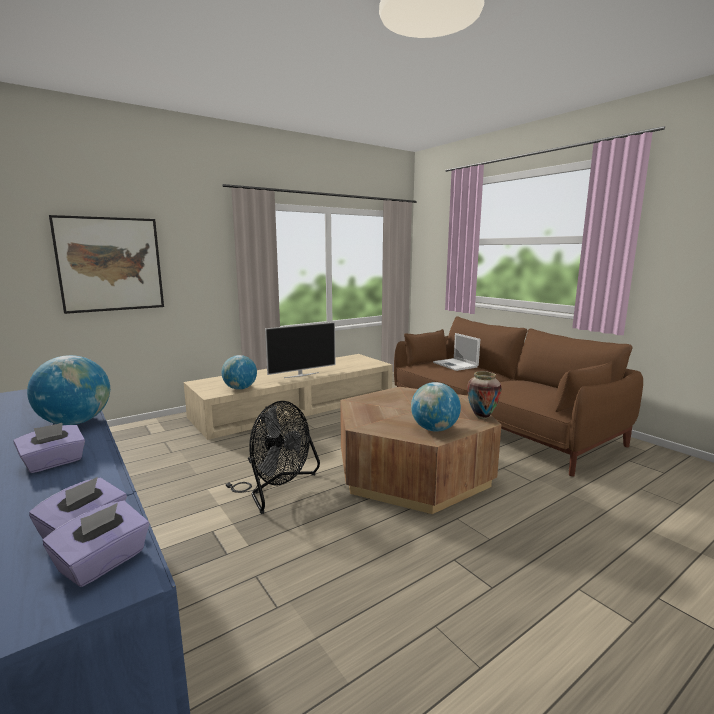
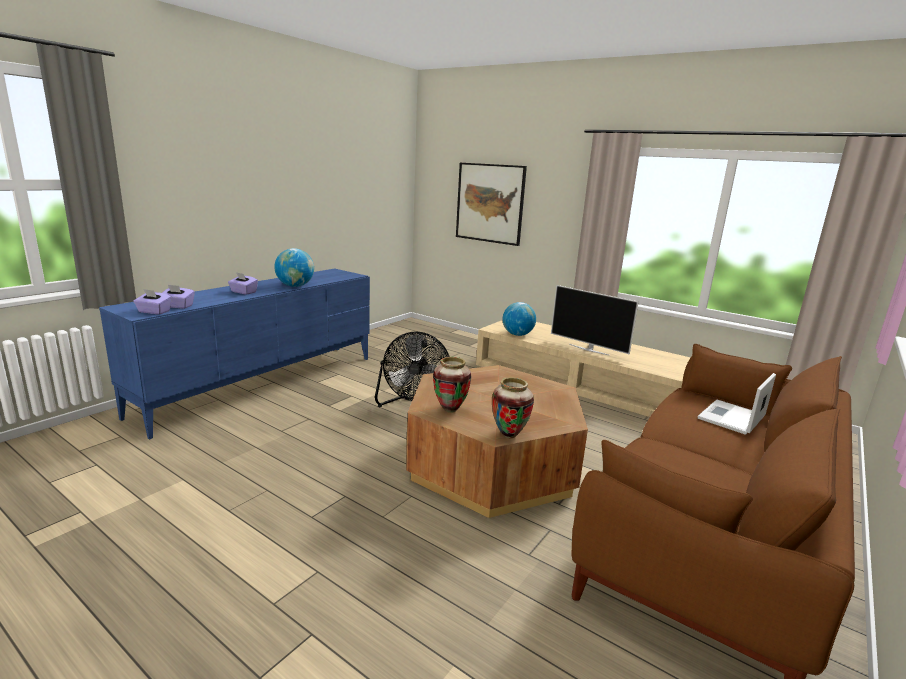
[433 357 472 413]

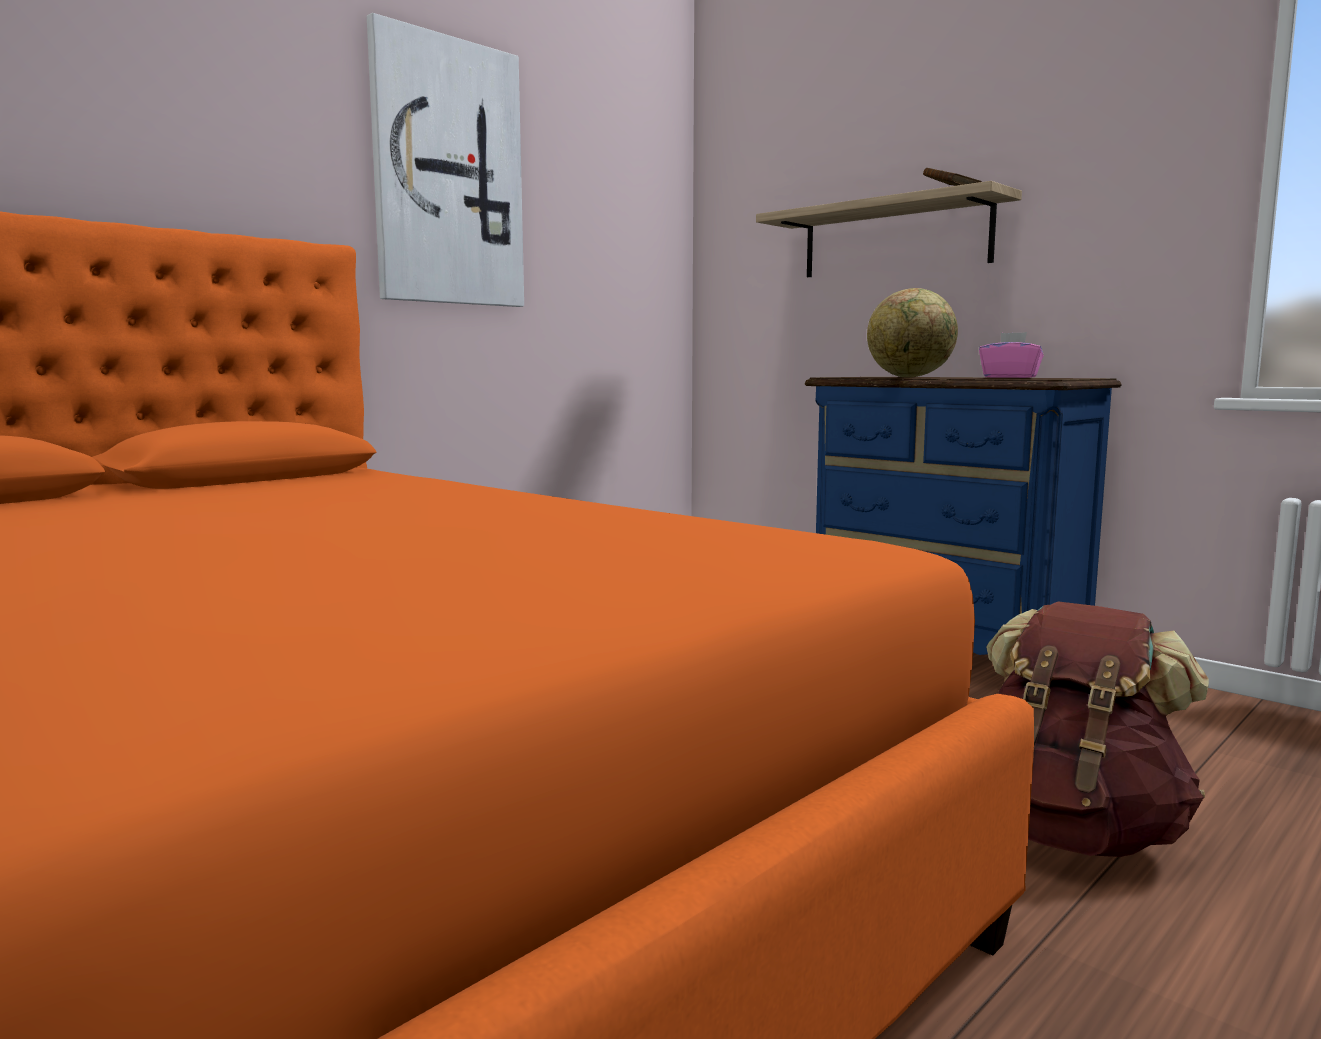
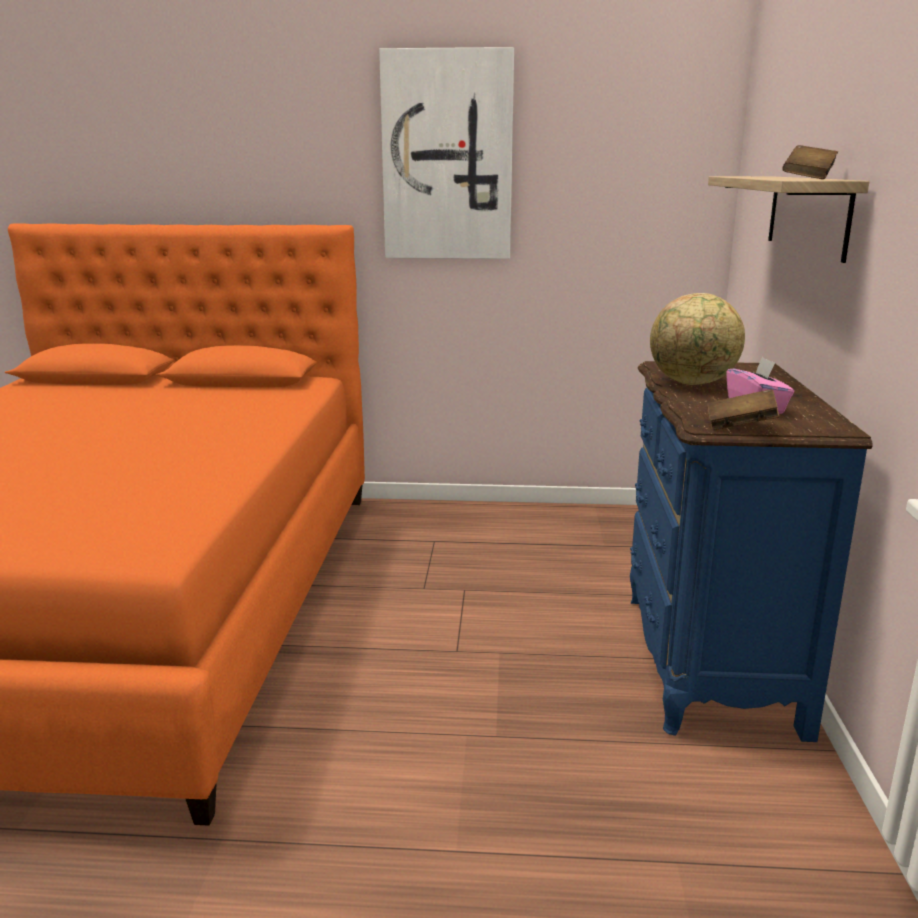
[986 601 1209 857] (first image)
[708 389 779 430]

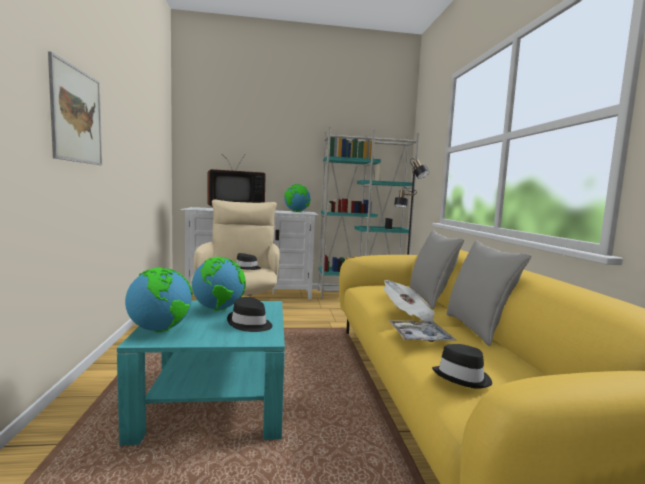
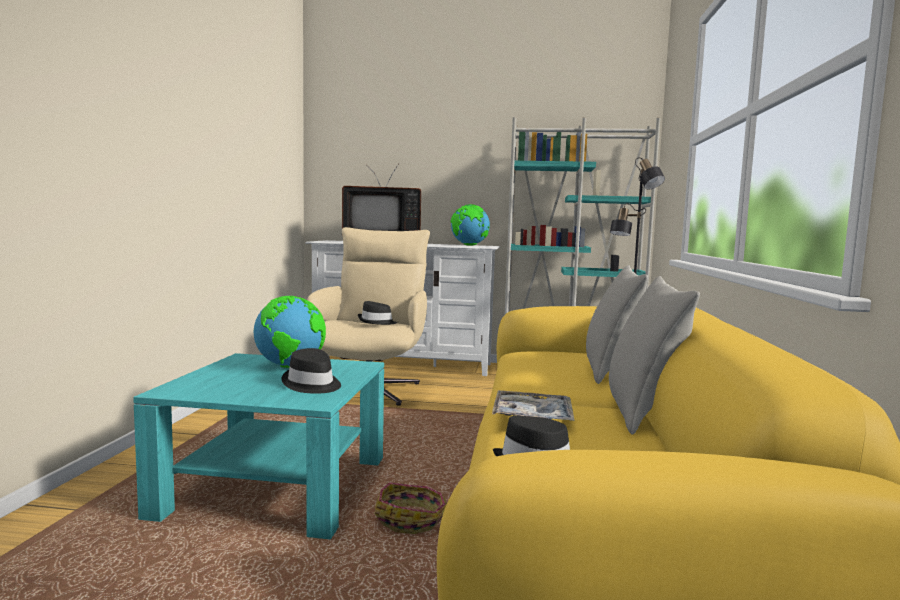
[48 51 102 165] (first image)
[125 267 193 332] (first image)
[384 280 435 322] (first image)
[375 482 447 534]

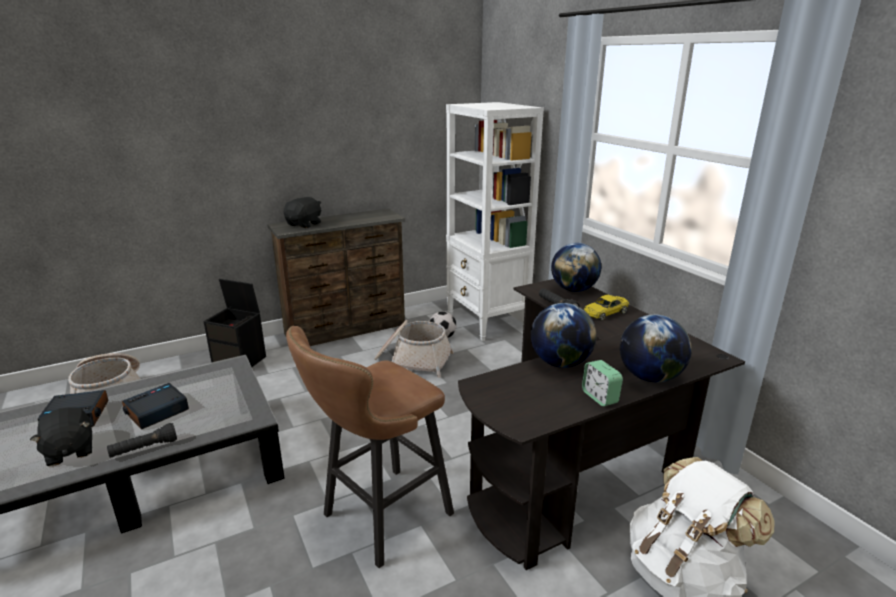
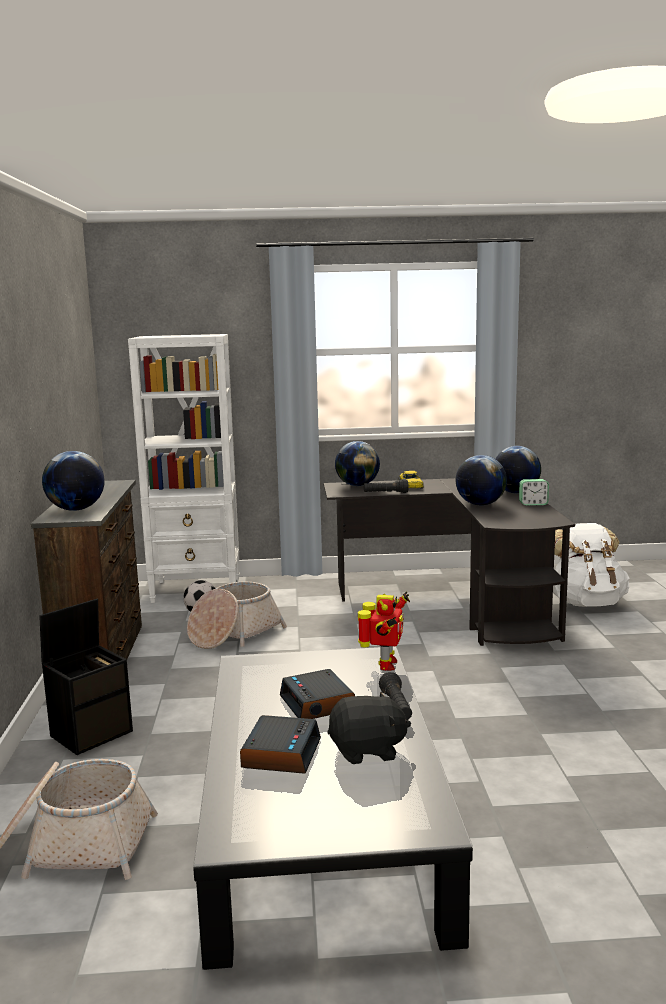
[286 326 454 568] (first image)
[358 591 410 671]
[42 451 105 511]

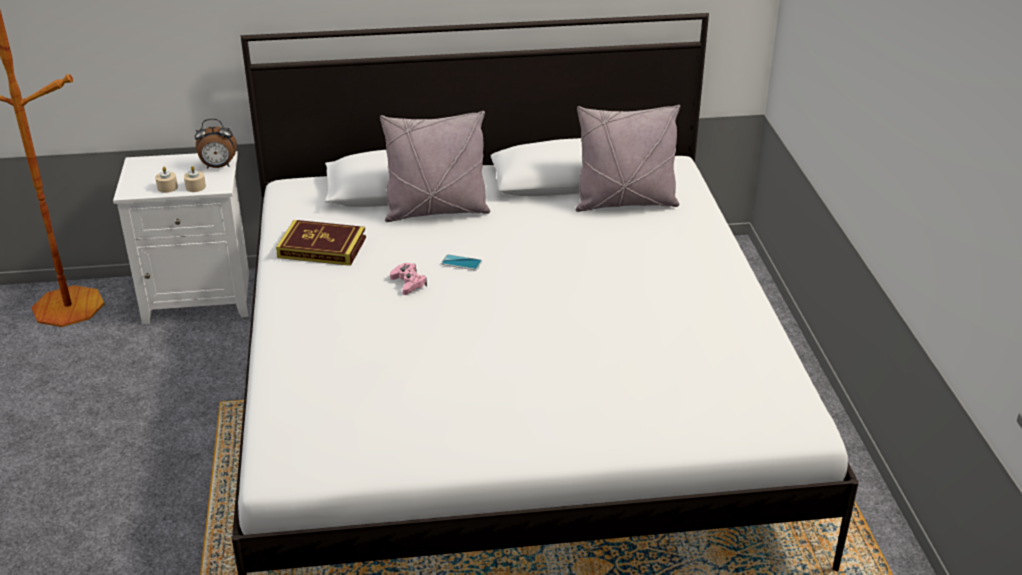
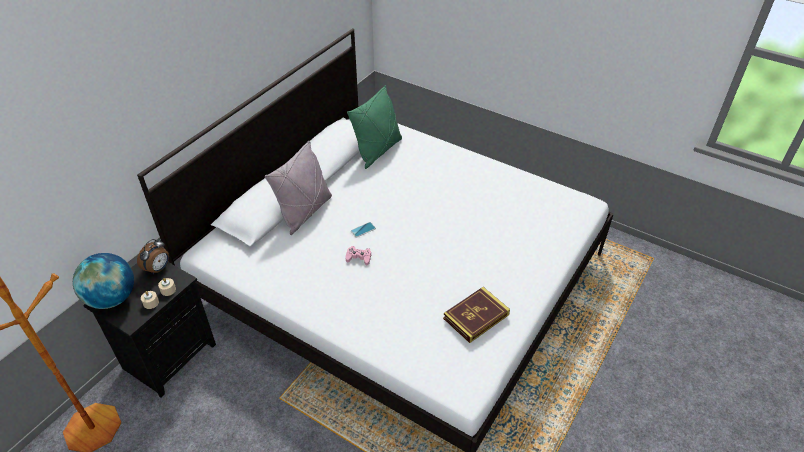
[73 253 134 309]
[443 287 510 343]
[83 262 216 398]
[347 85 402 169]

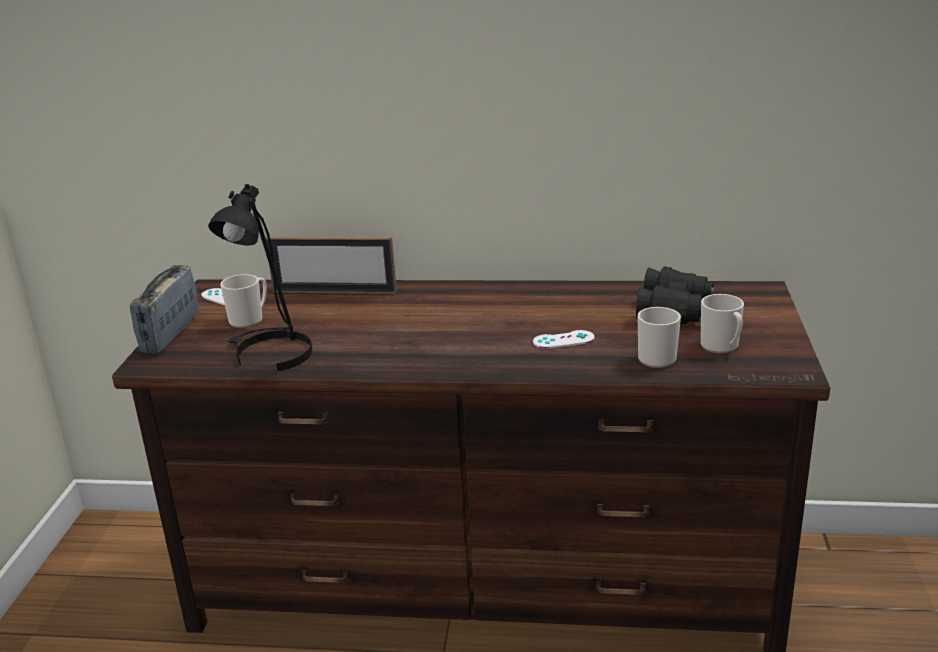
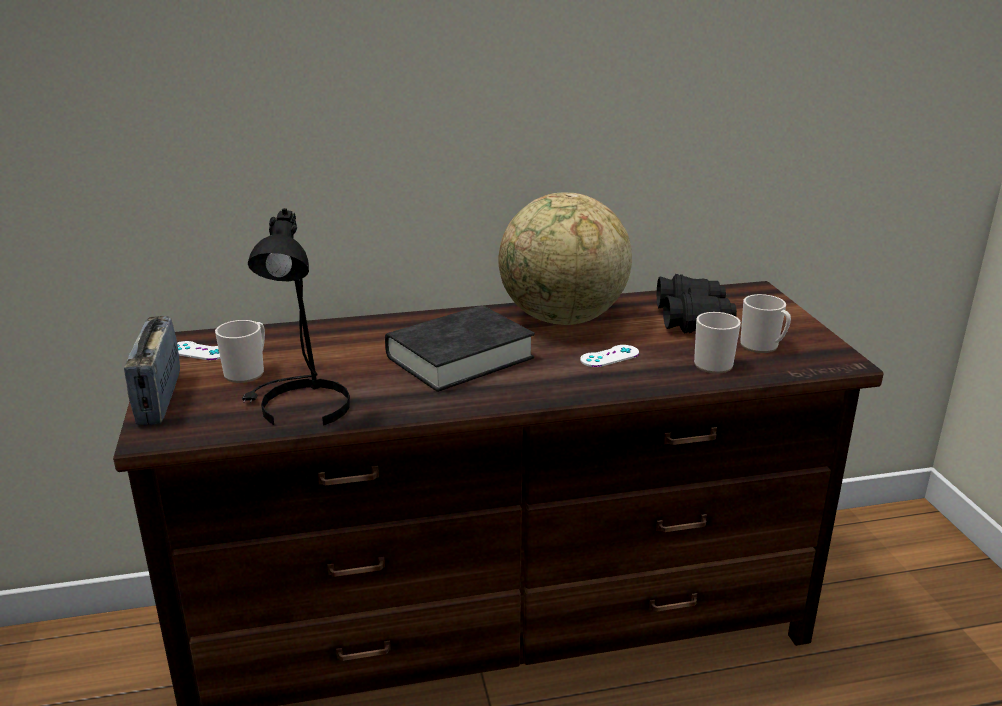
[266 236 397 294] (first image)
[385 305 535 392]
[498 193 632 325]

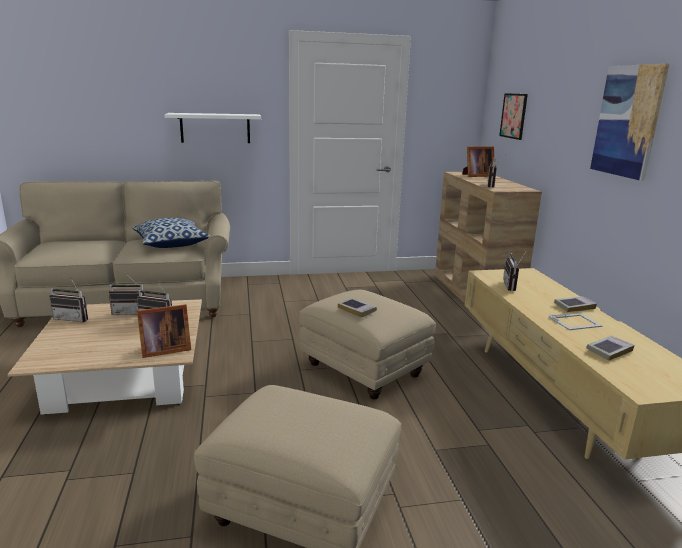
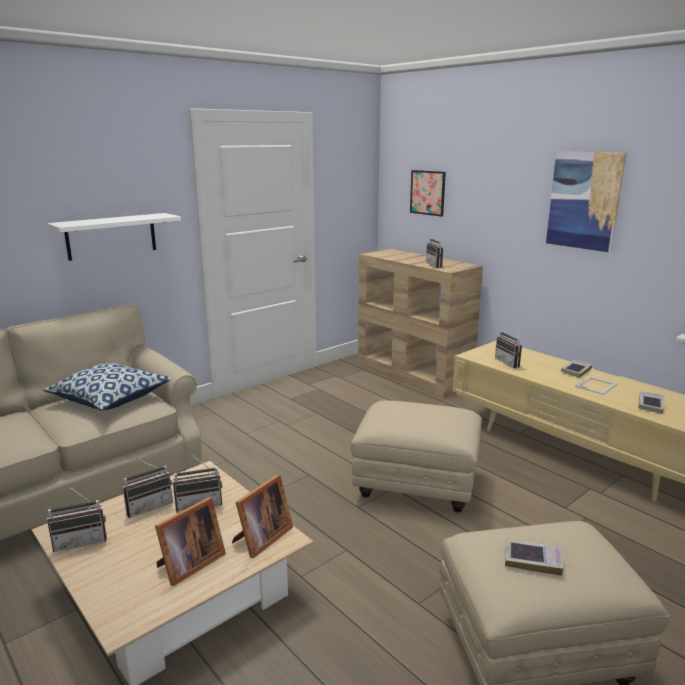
[505 538 563 576]
[155 497 226 586]

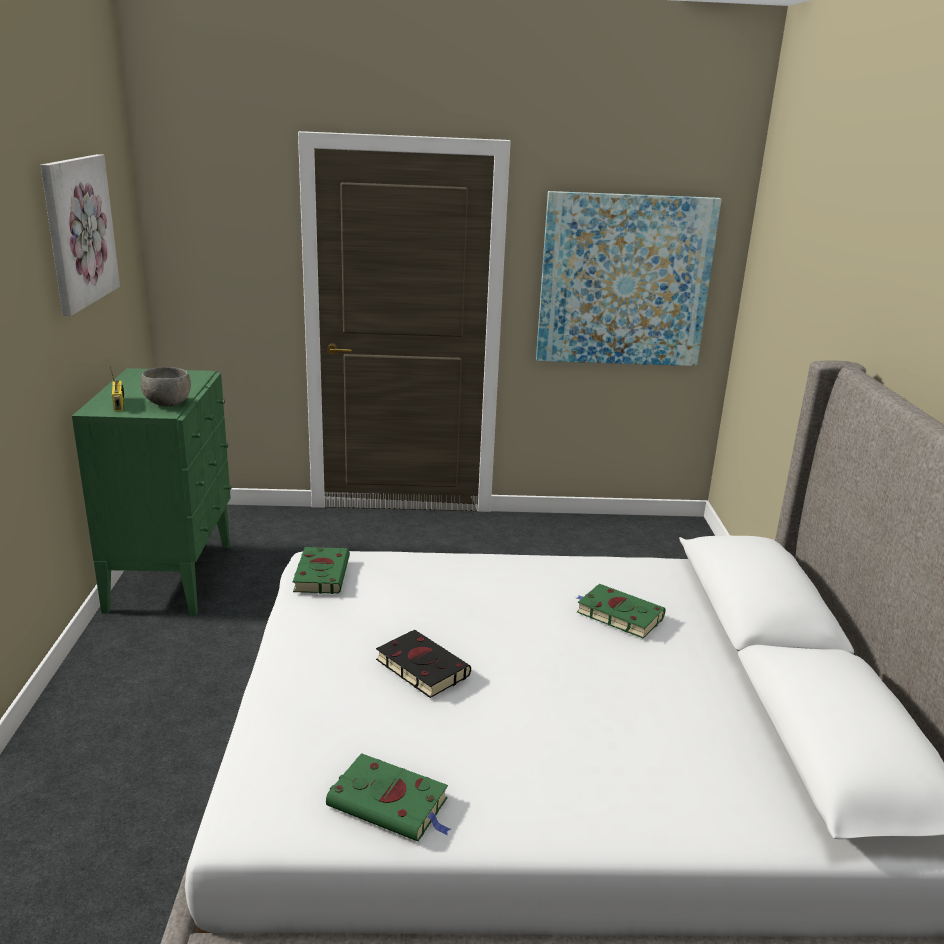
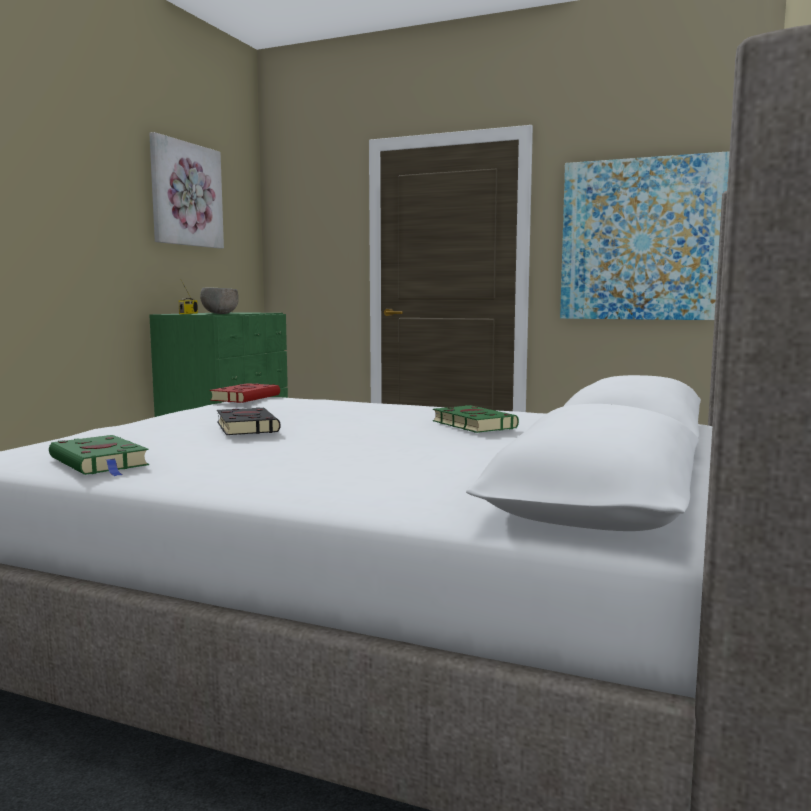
[210 383 280 403]

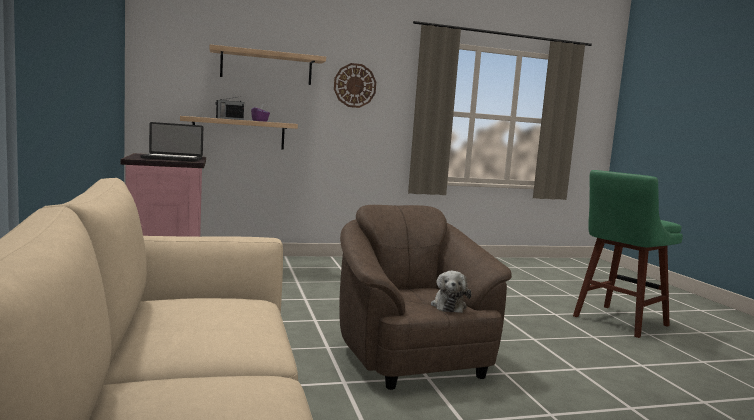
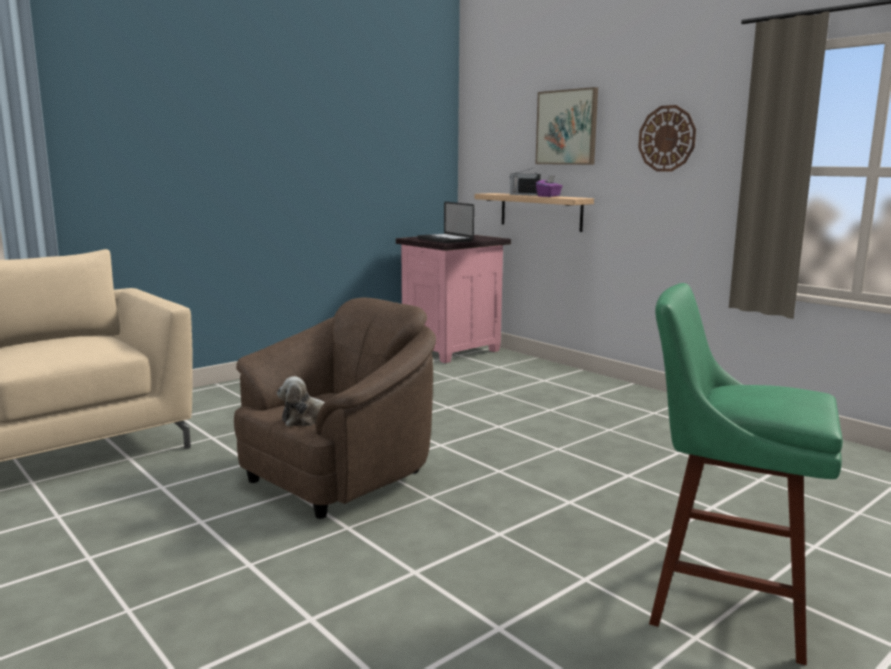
[535 87 598 165]

